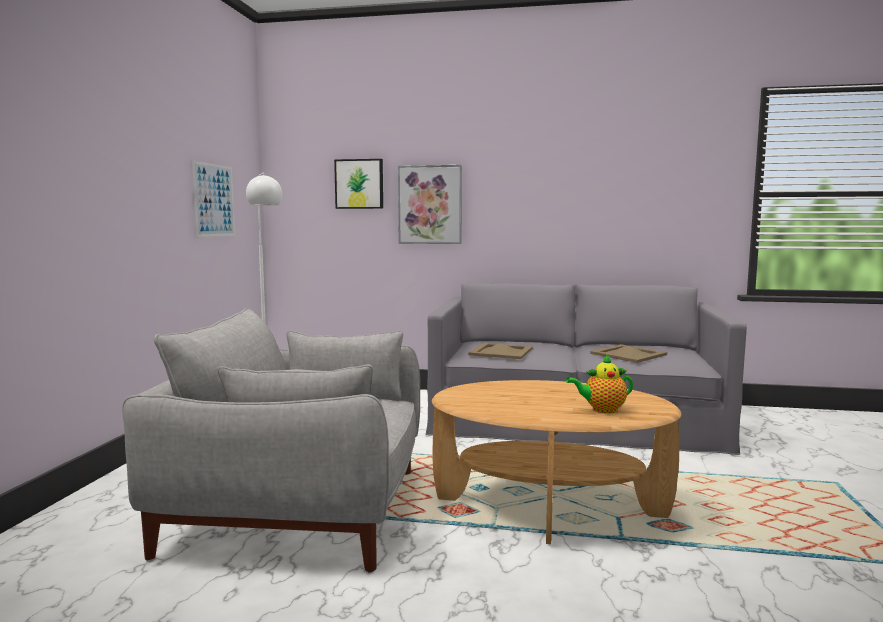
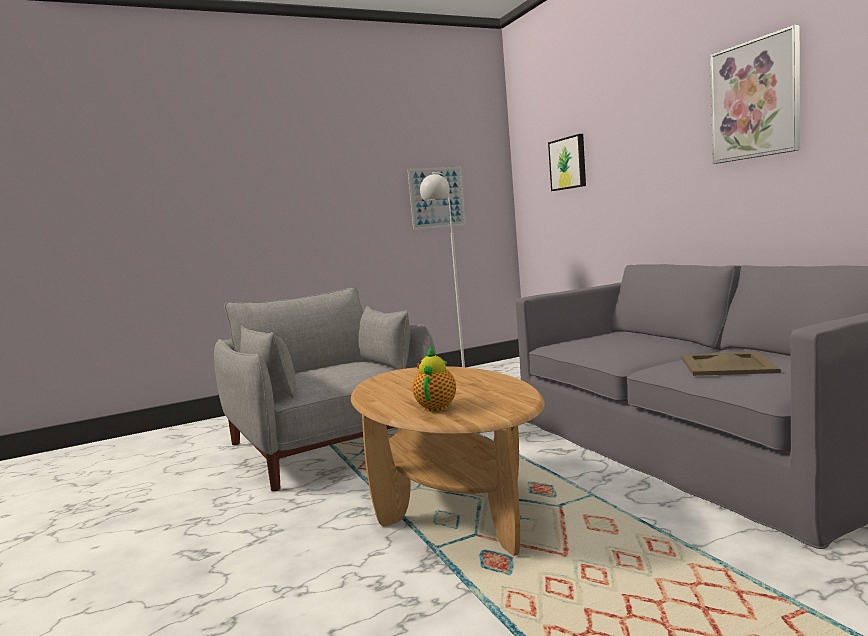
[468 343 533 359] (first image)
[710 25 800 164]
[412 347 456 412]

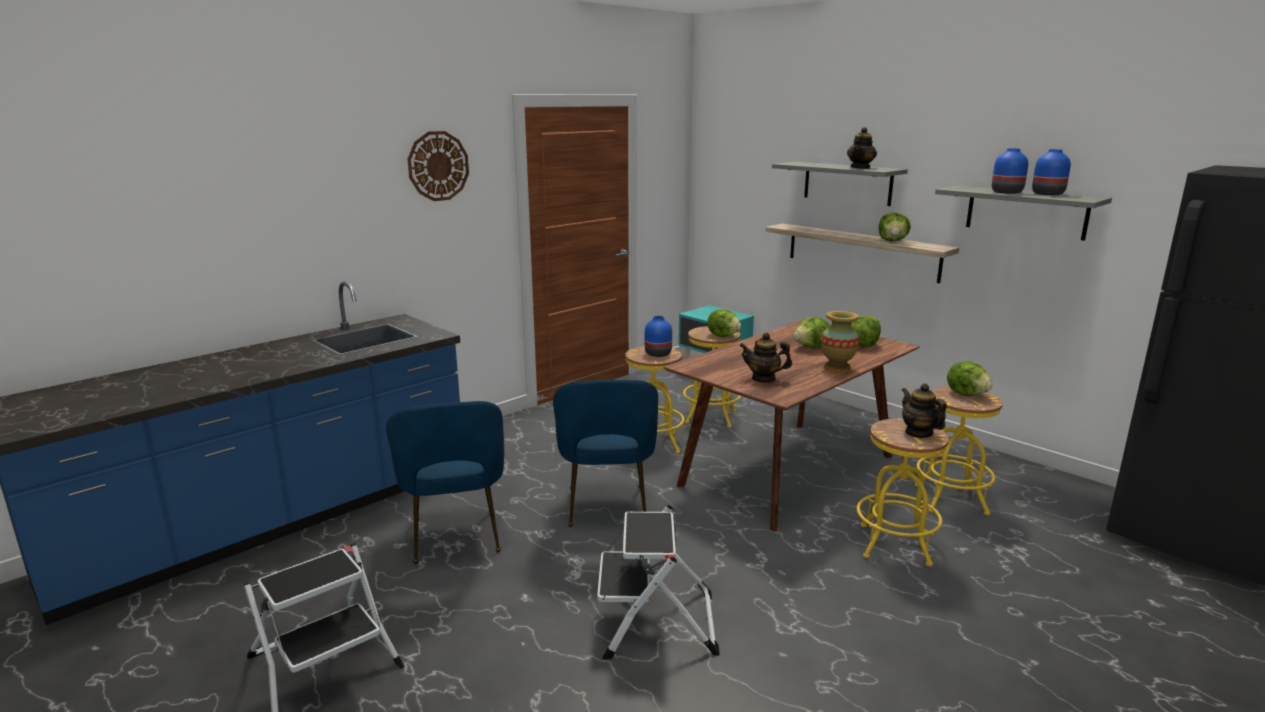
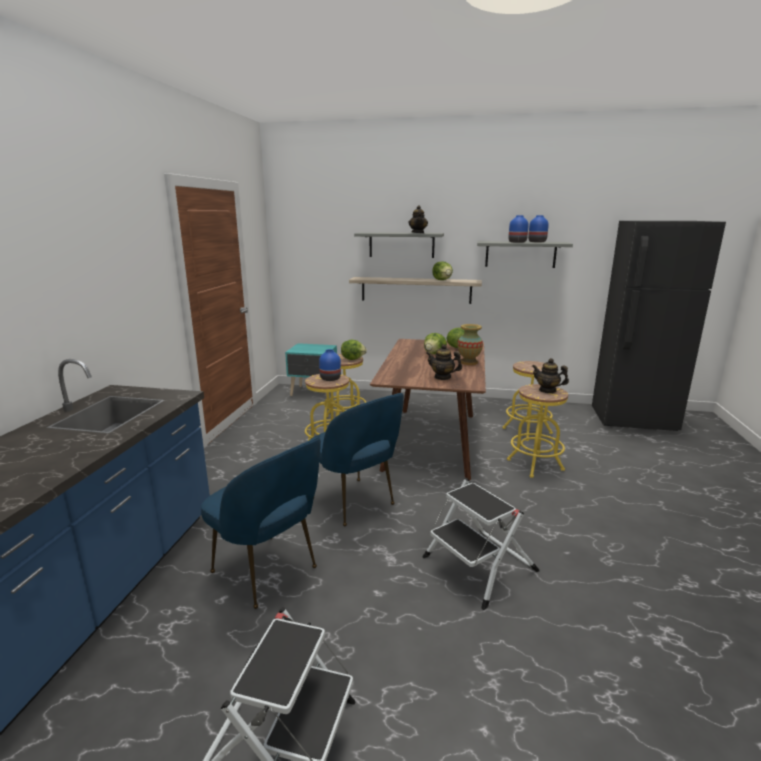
[408 131 469 201] (first image)
[947 361 993 396] (first image)
[426 344 462 380]

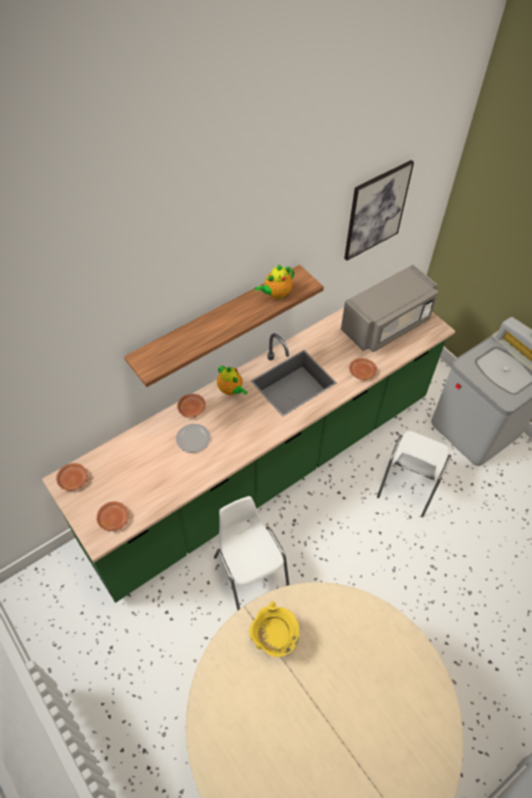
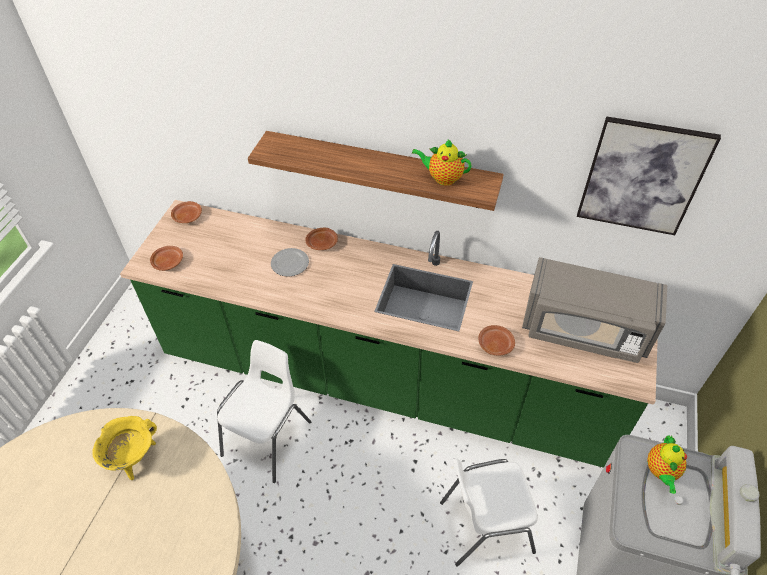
[647 435 687 494]

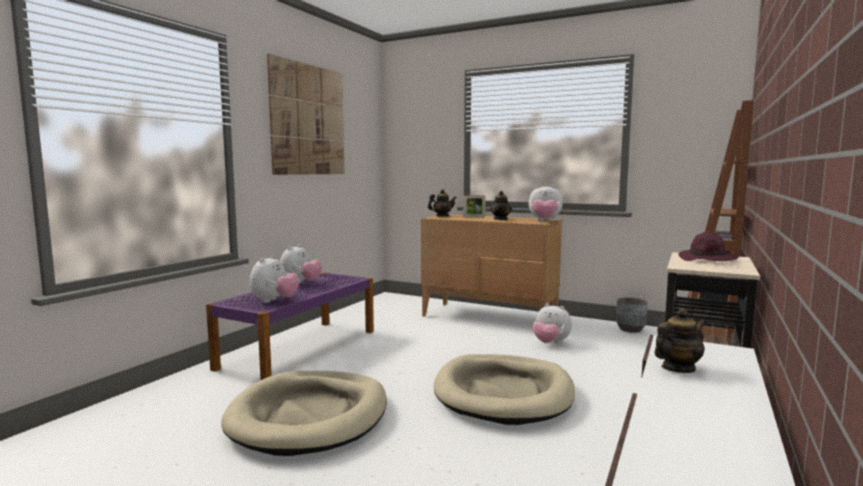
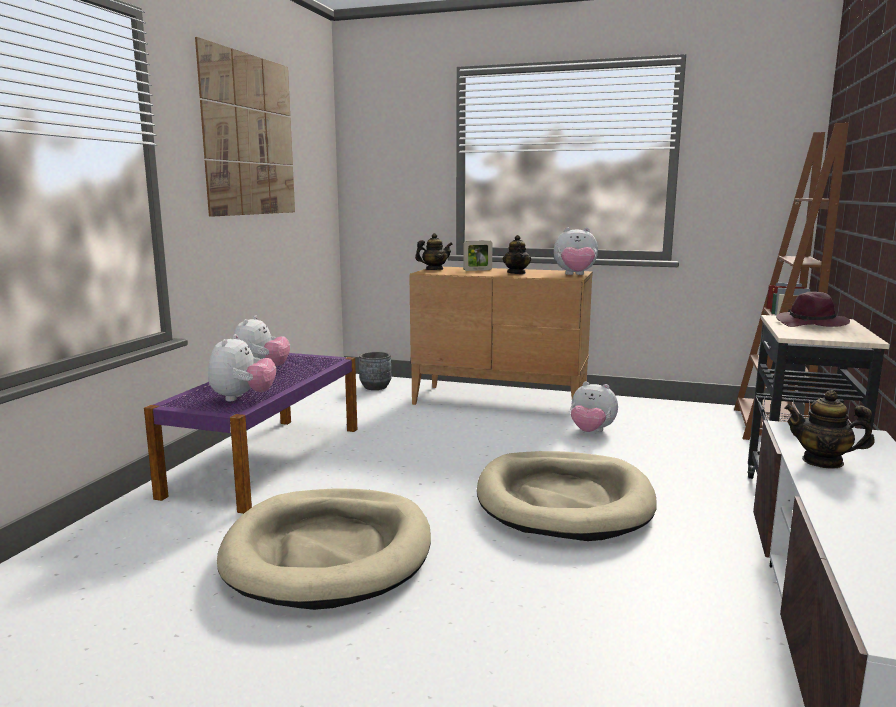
[359 351 391 390]
[785 390 875 469]

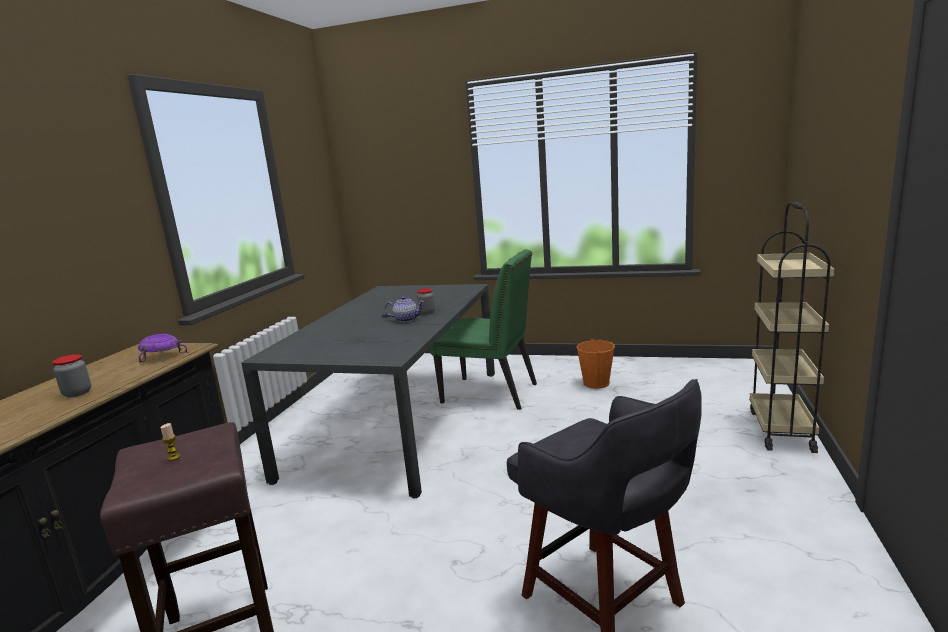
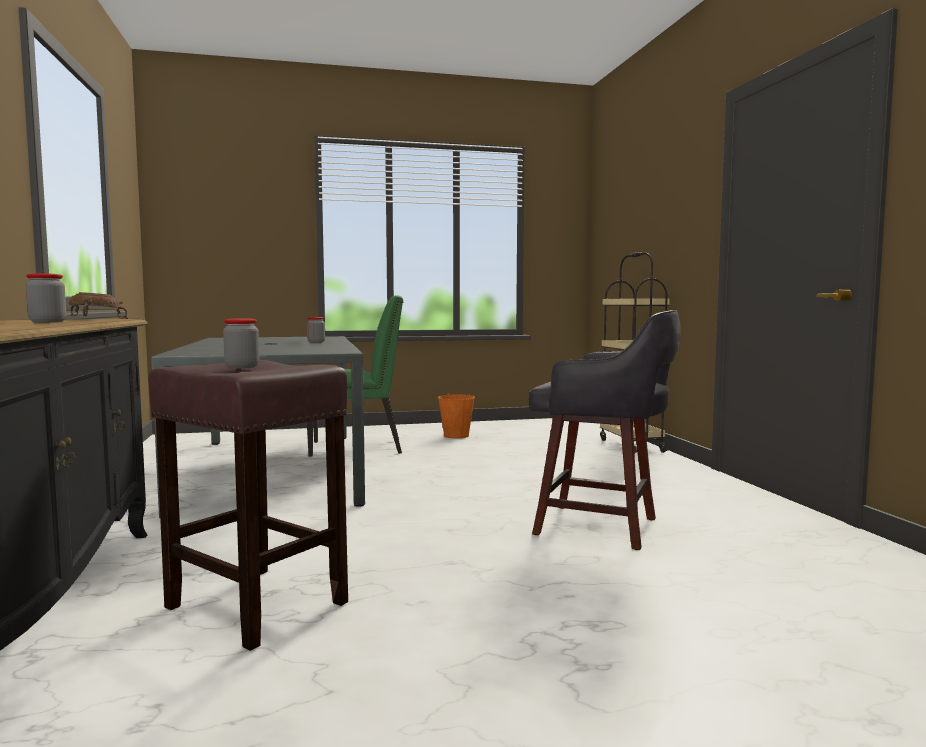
[385 296 425 322] (first image)
[223 319 259 369]
[69 292 128 319]

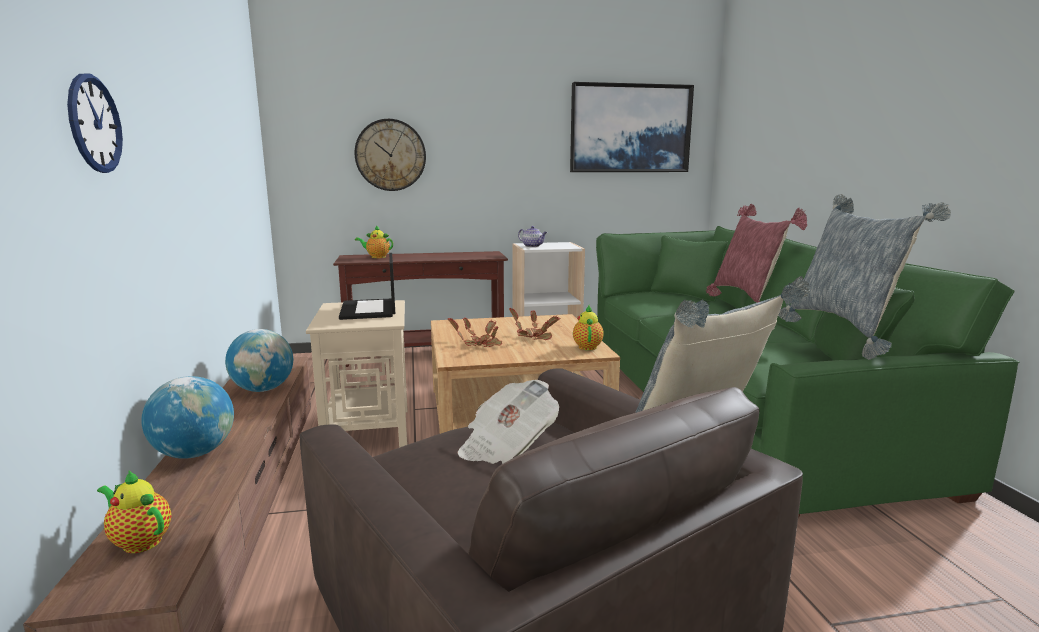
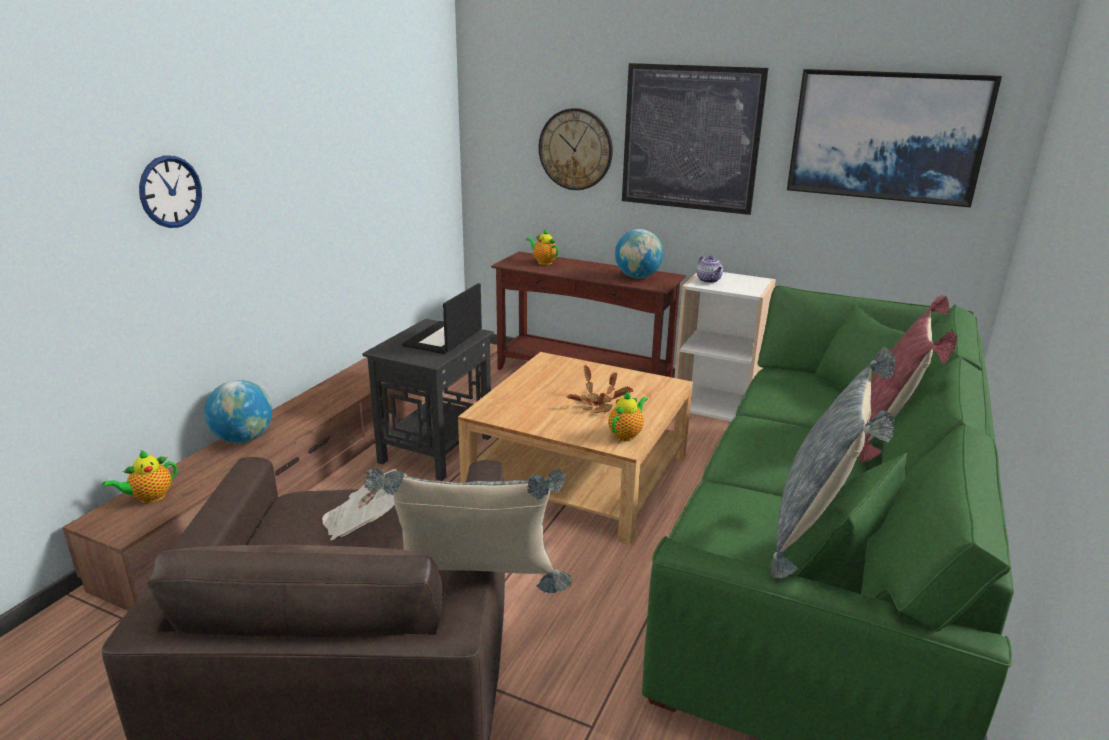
[448 318 502 347] (first image)
[622 63 768 215]
[615 229 663 278]
[362 319 494 481]
[102 450 177 503]

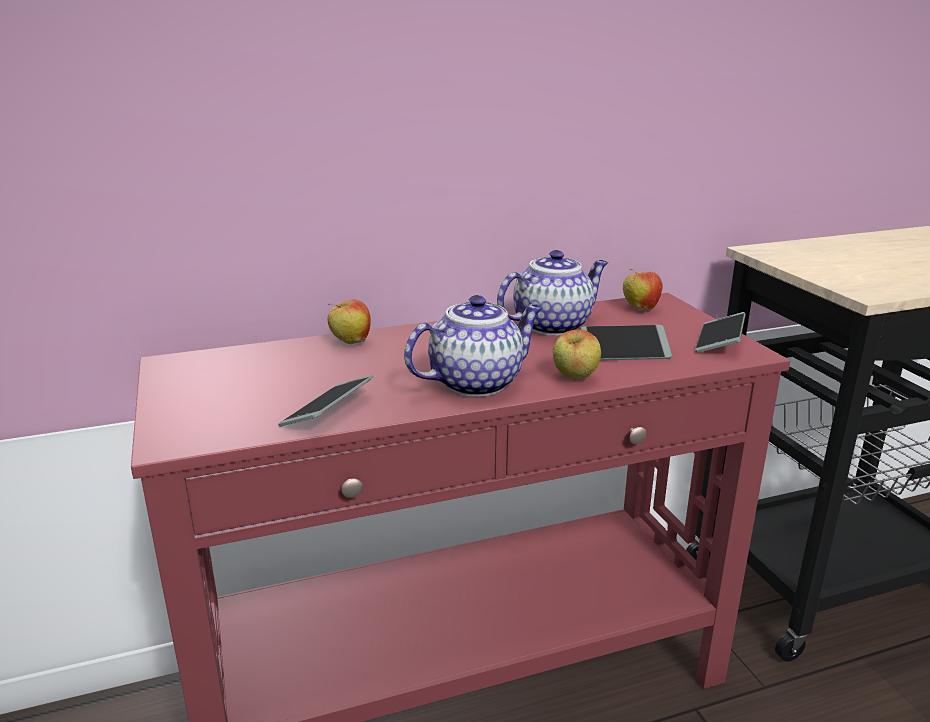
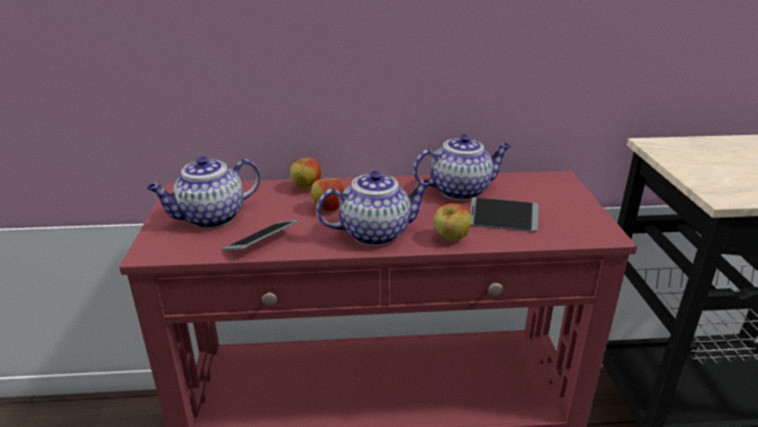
[695 312 746 353] (first image)
[147 156 261 228]
[311 174 345 212]

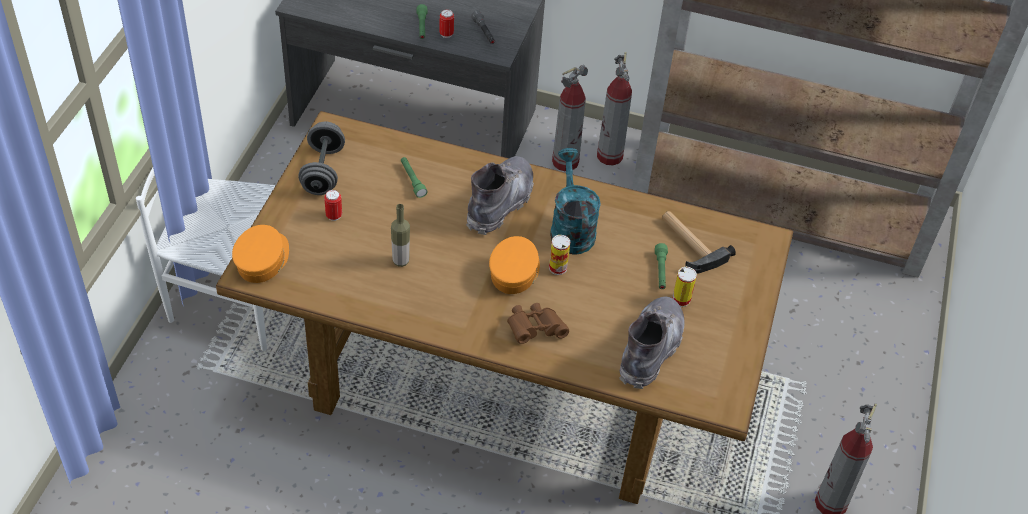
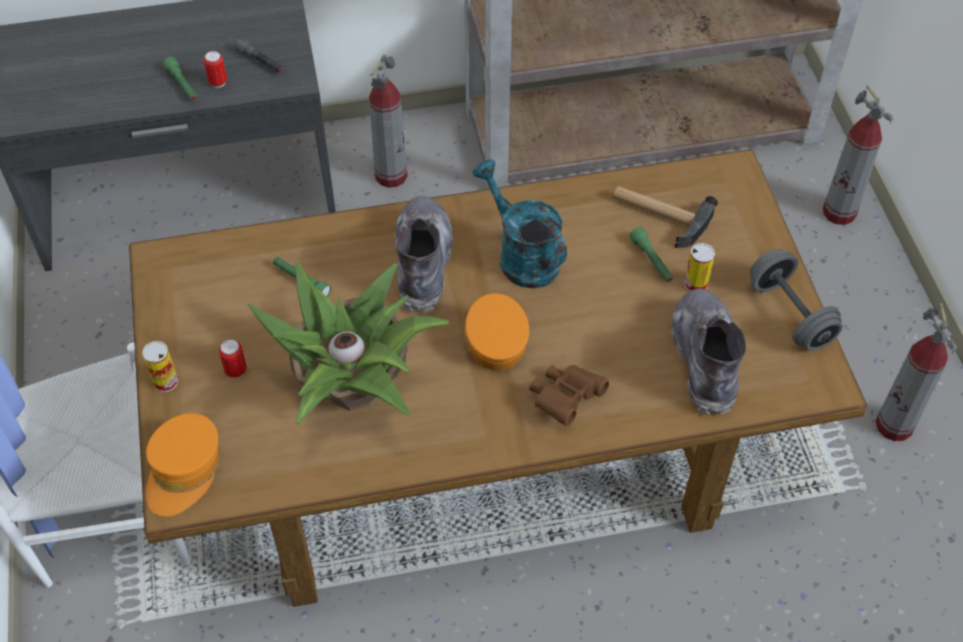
[750 249 842 351]
[142 341 178 392]
[823 85 894 225]
[248 261 449 424]
[146 413 219 517]

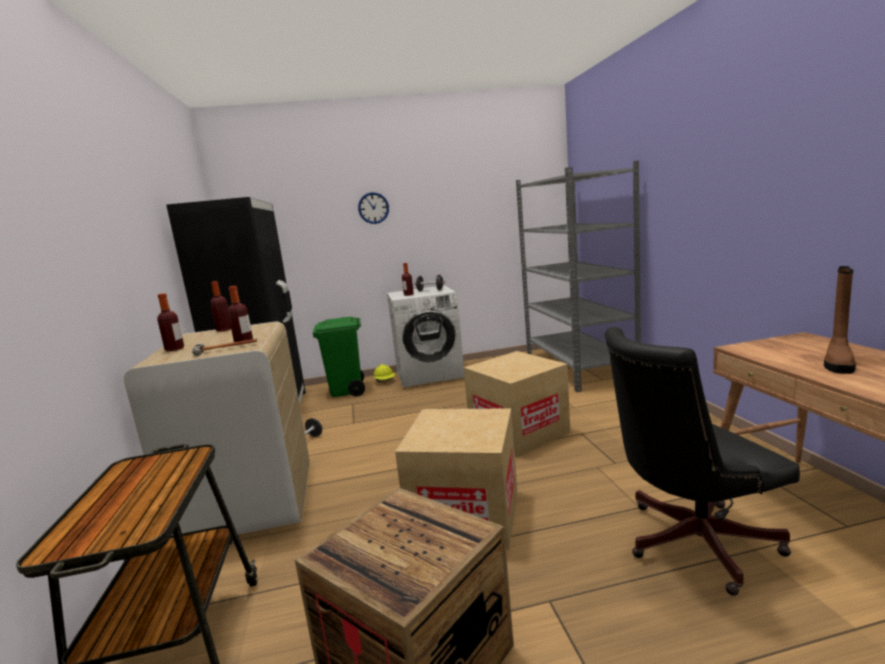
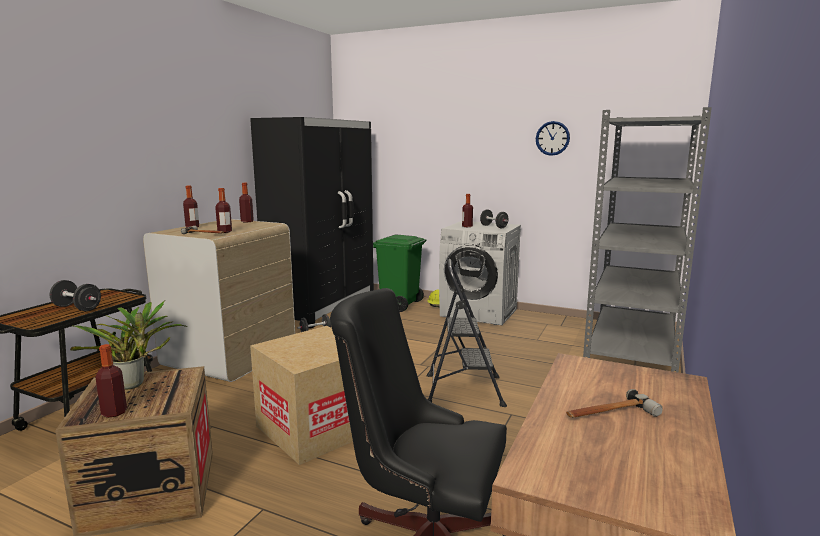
[50 280 101 311]
[70 301 187 389]
[95 344 127 418]
[536 121 570 156]
[426 259 507 407]
[566 389 663 418]

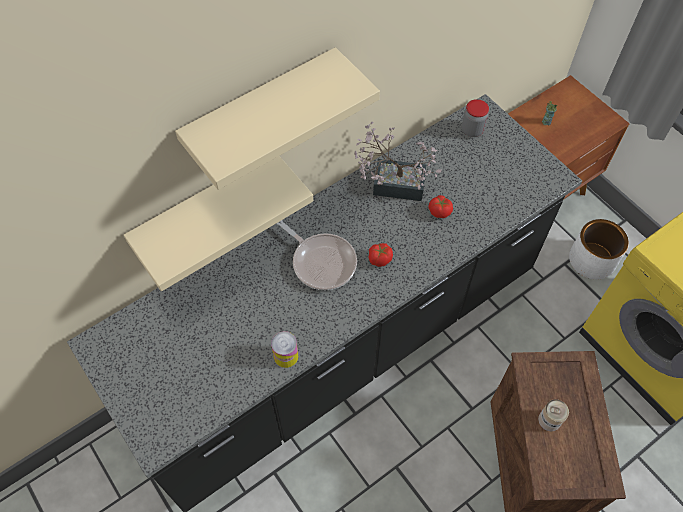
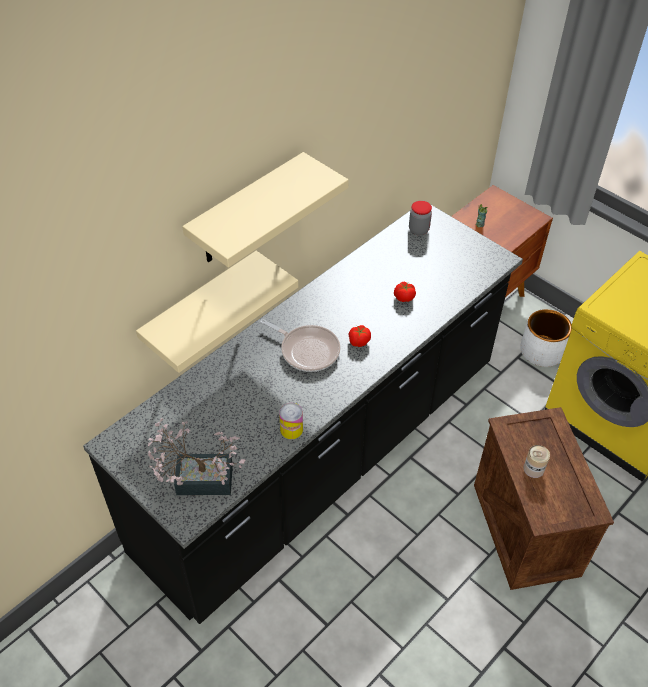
[148 418 245 495]

